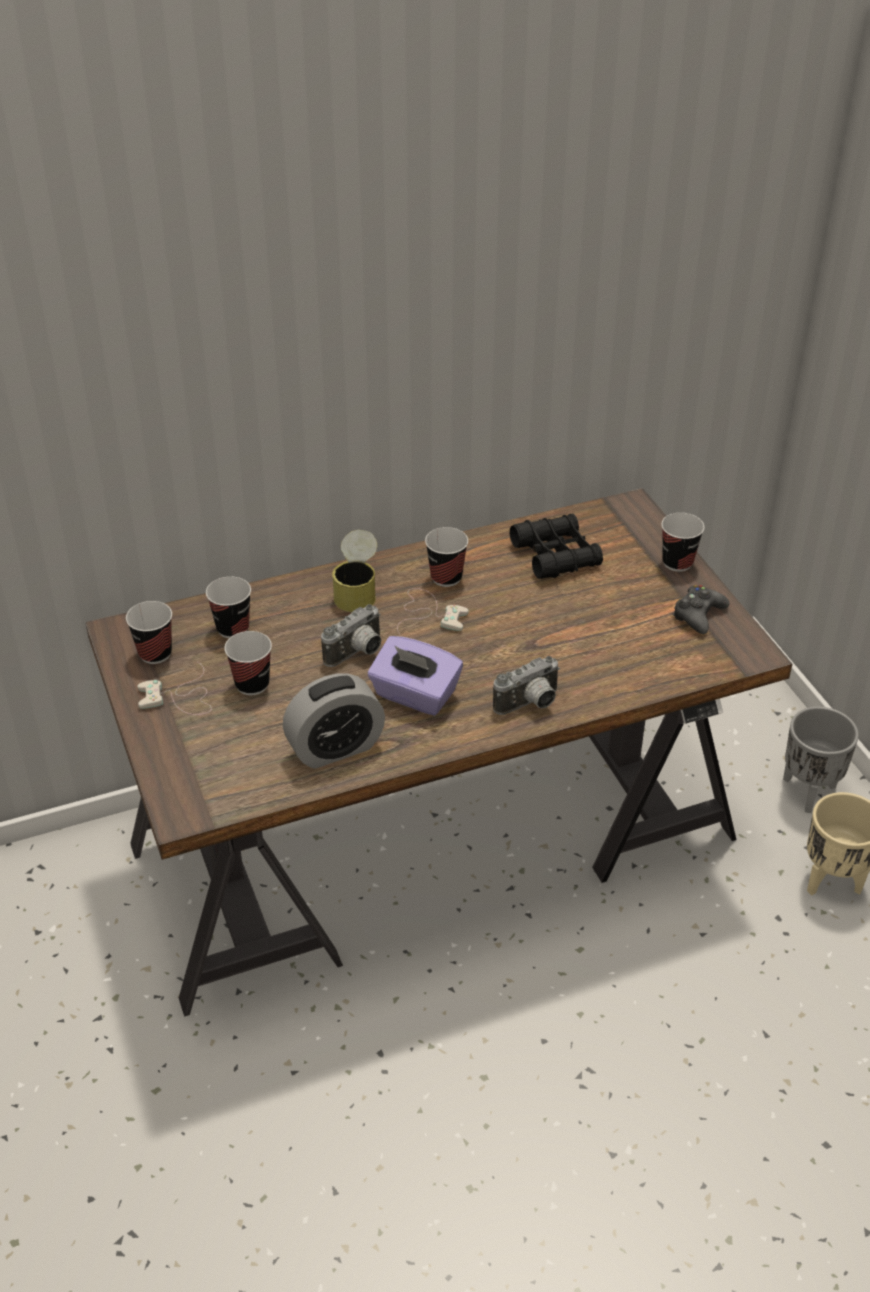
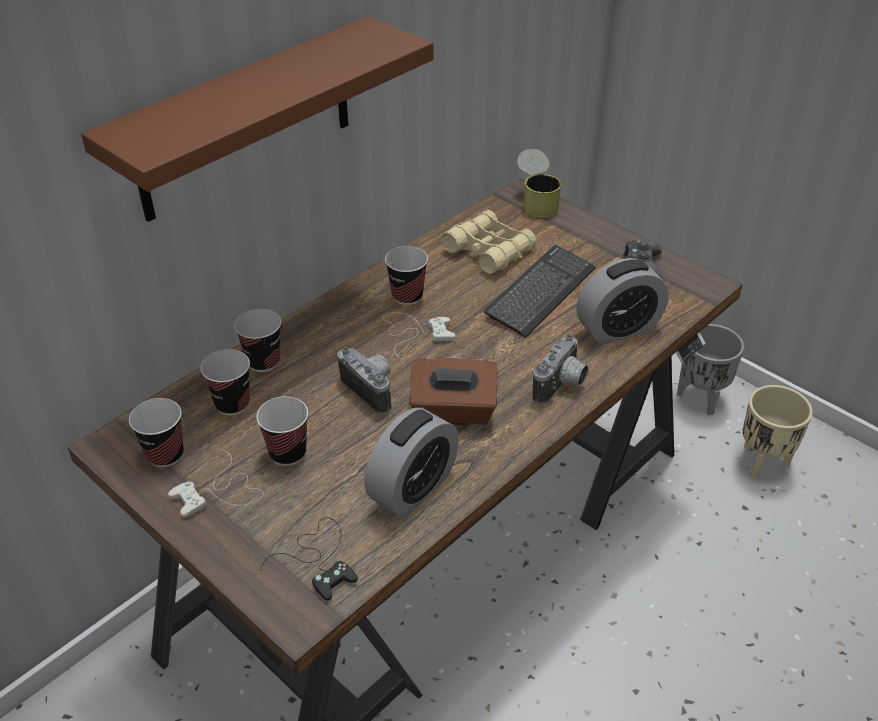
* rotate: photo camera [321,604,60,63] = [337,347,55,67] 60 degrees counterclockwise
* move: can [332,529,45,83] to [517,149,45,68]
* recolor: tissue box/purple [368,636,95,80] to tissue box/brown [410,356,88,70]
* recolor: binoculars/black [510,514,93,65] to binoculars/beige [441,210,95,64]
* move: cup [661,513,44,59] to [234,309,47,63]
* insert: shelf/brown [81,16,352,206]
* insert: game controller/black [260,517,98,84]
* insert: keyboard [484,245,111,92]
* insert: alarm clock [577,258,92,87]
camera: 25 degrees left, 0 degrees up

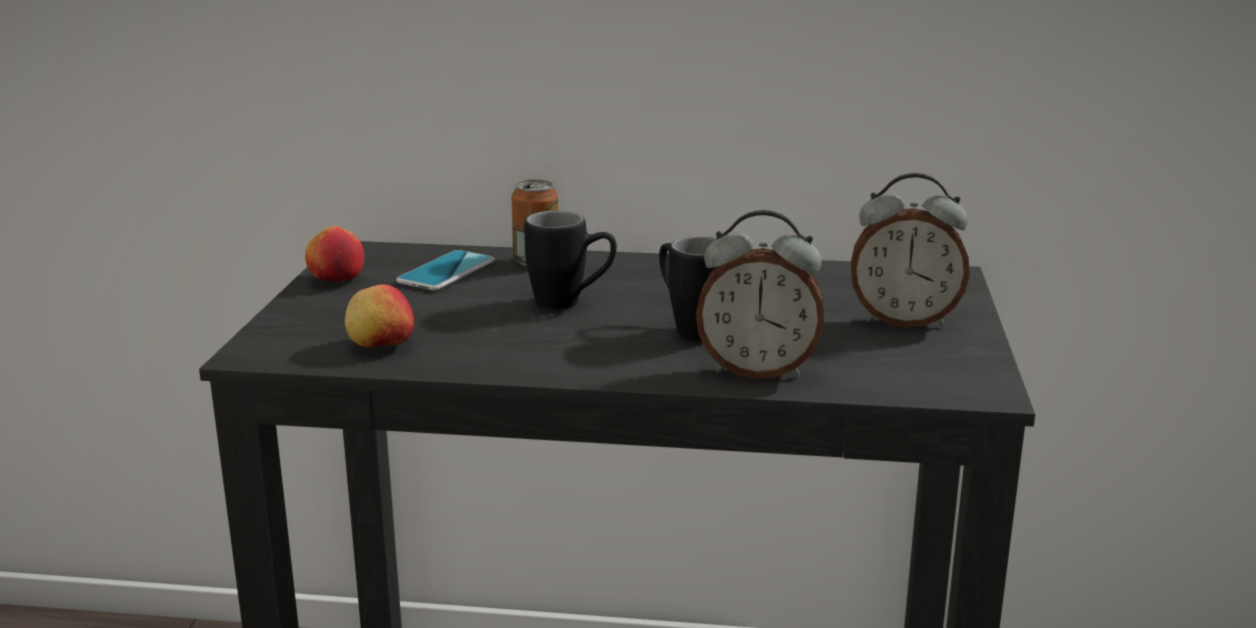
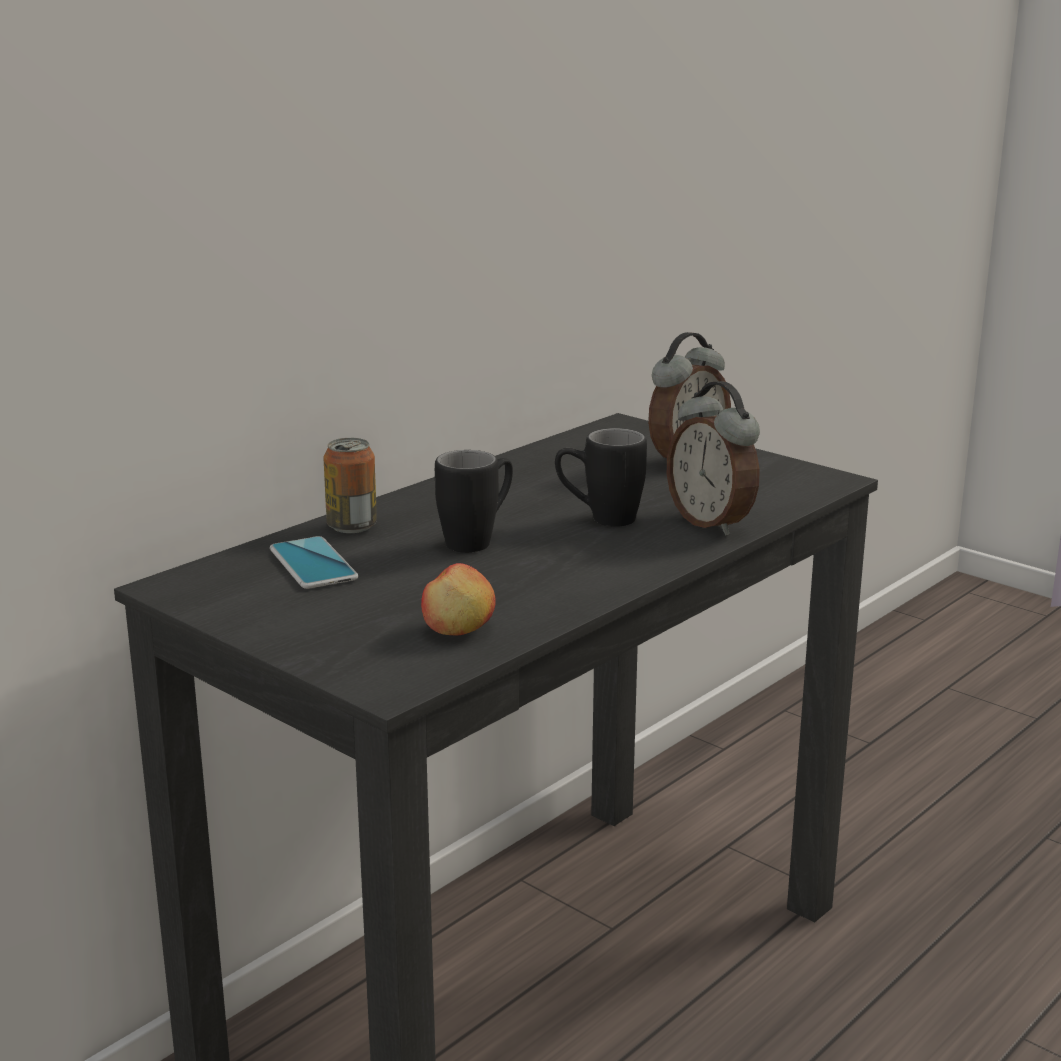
* delete: apple [305,226,59,56]
* rotate: alarm clock [696,210,128,169] = [667,381,93,155] 105 degrees clockwise
camera: 55 degrees left, 0 degrees up

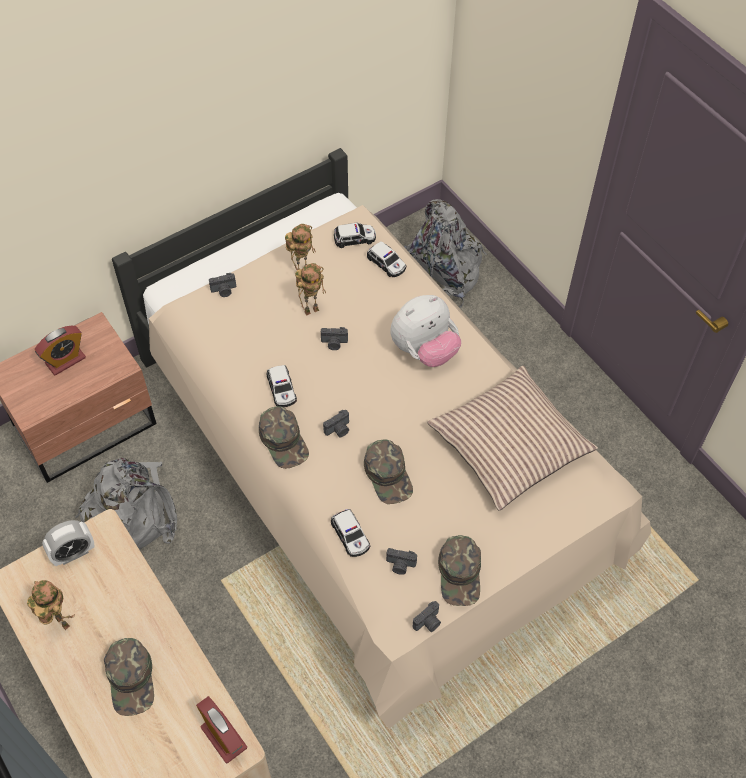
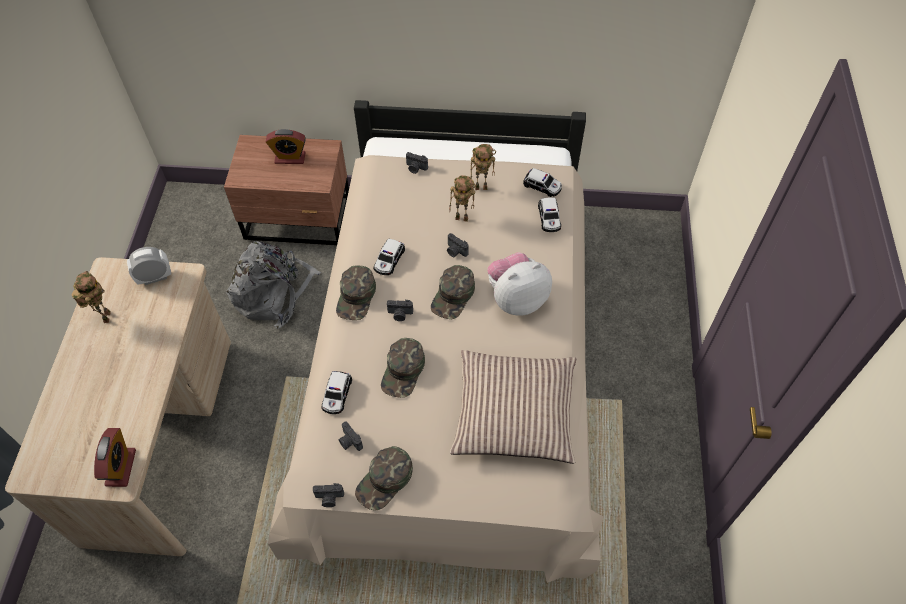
* rotate: alarm clock [42,520,52,46] = [127,247,44,38] 150 degrees clockwise
* move: cap/green [104,638,50,78] to [431,265,44,54]
* rotate: plush toy [391,295,70,72] = [487,252,65,64] 150 degrees clockwise
* delete: backpack/grey [404,199,83,109]
camera: 40 degrees right, 0 degrees up

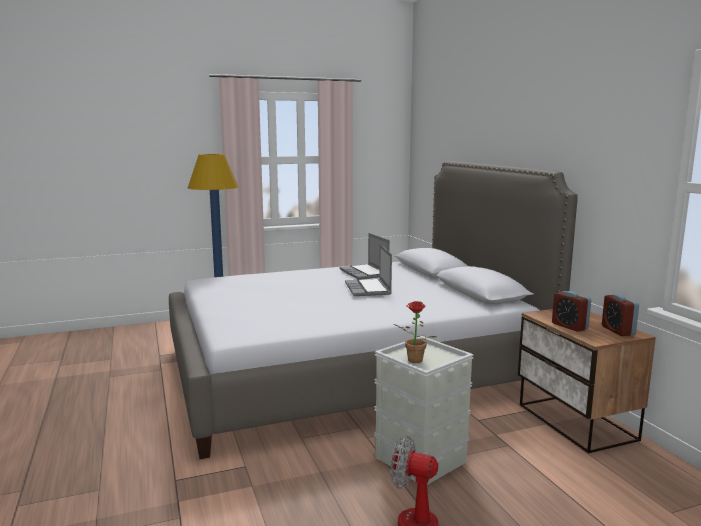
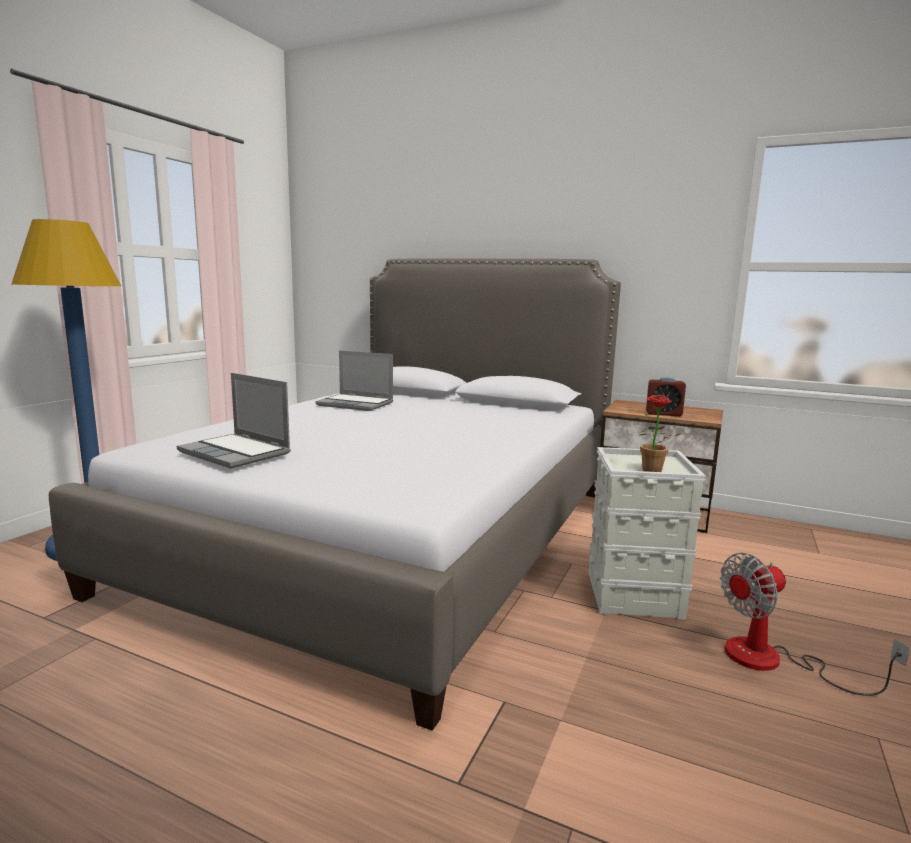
* move: laptop [345,244,47,52] to [177,373,114,96]
* delete: alarm clock [602,294,37,42]
camera: 45 degrees left, 0 degrees up

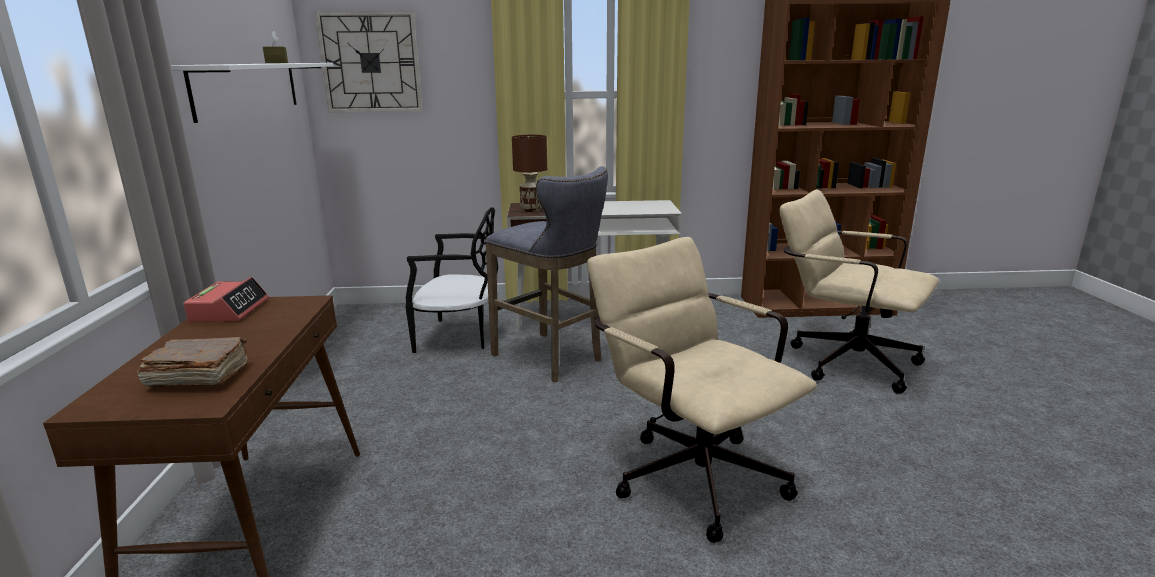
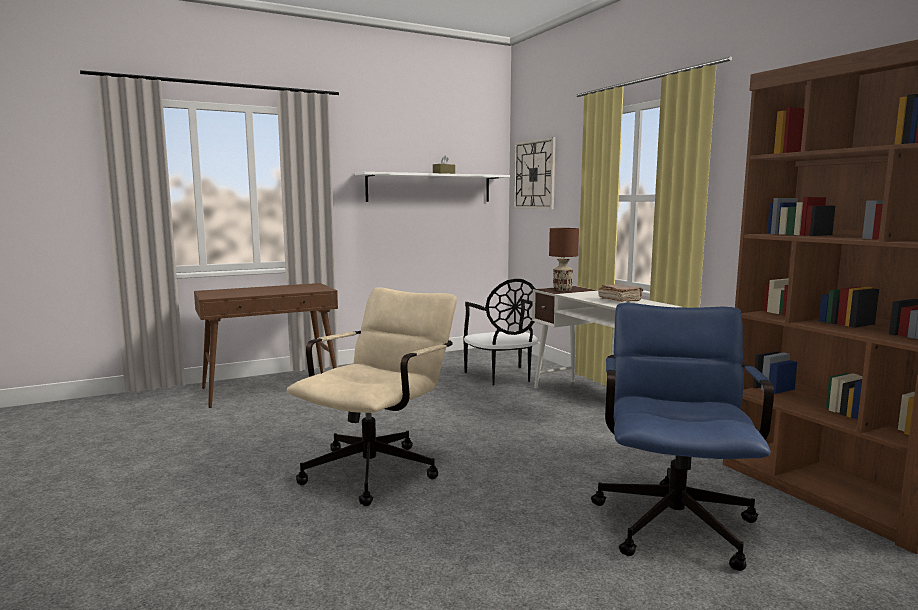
* move: book/brown [137,337,110,52] to [598,284,45,18]
* delete: alarm clock [183,277,86,45]
* delete: stool/grey [485,166,123,217]
* recolor: office chair/beige [779,189,160,205] to office chair/blue [591,303,183,268]
camera: 65 degrees right, 10 degrees down

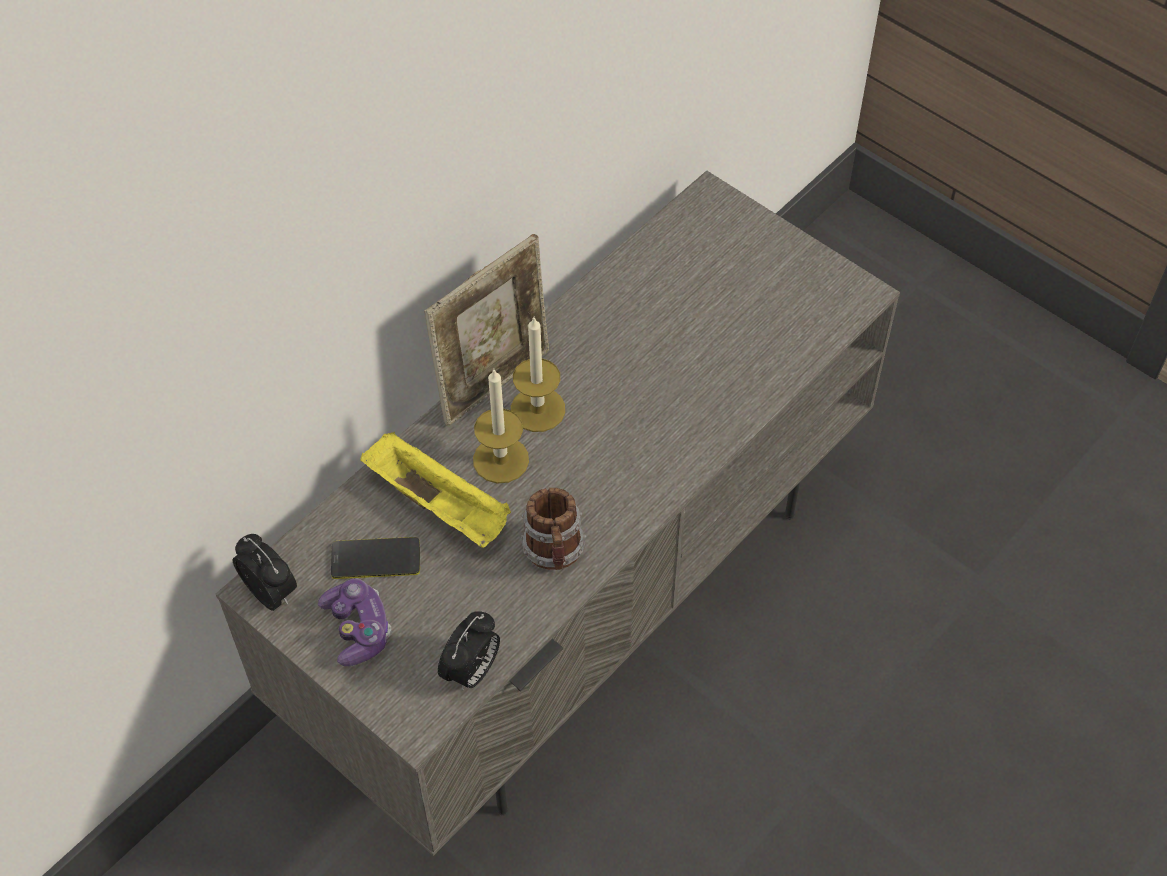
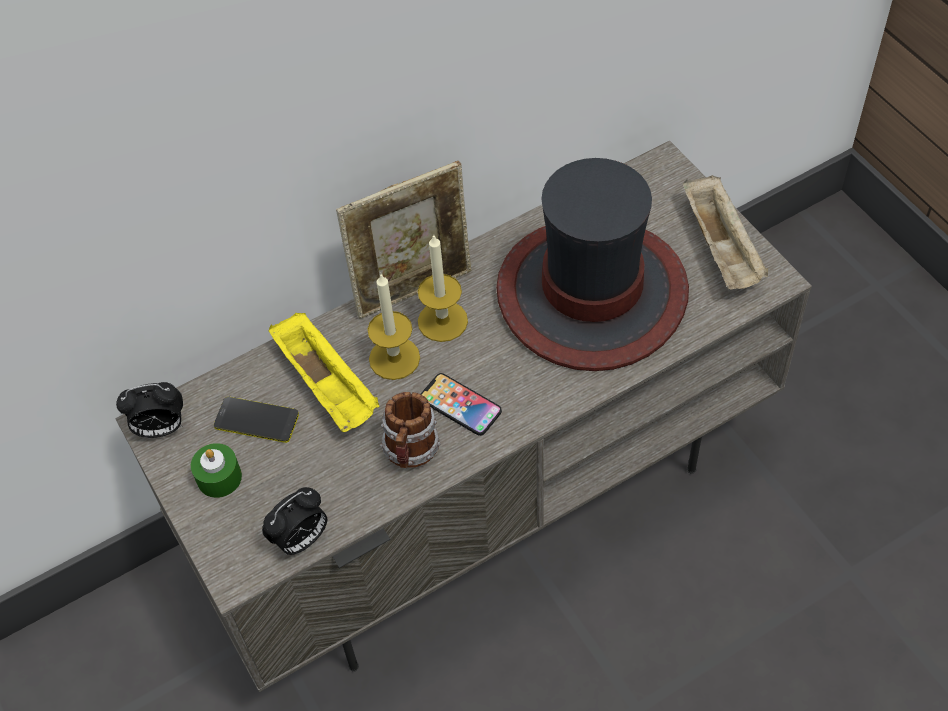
* rotate: alarm clock [233,534,64,77] = [116,382,67,56] 105 degrees clockwise
* replace: game controller [318,579,74,87] to candle/green [191,443,51,55]
* insert: phone [421,373,81,63]
* insert: hat [496,158,193,213]
* insert: tray/beige [683,175,86,115]
camera: 20 degrees right, 0 degrees up

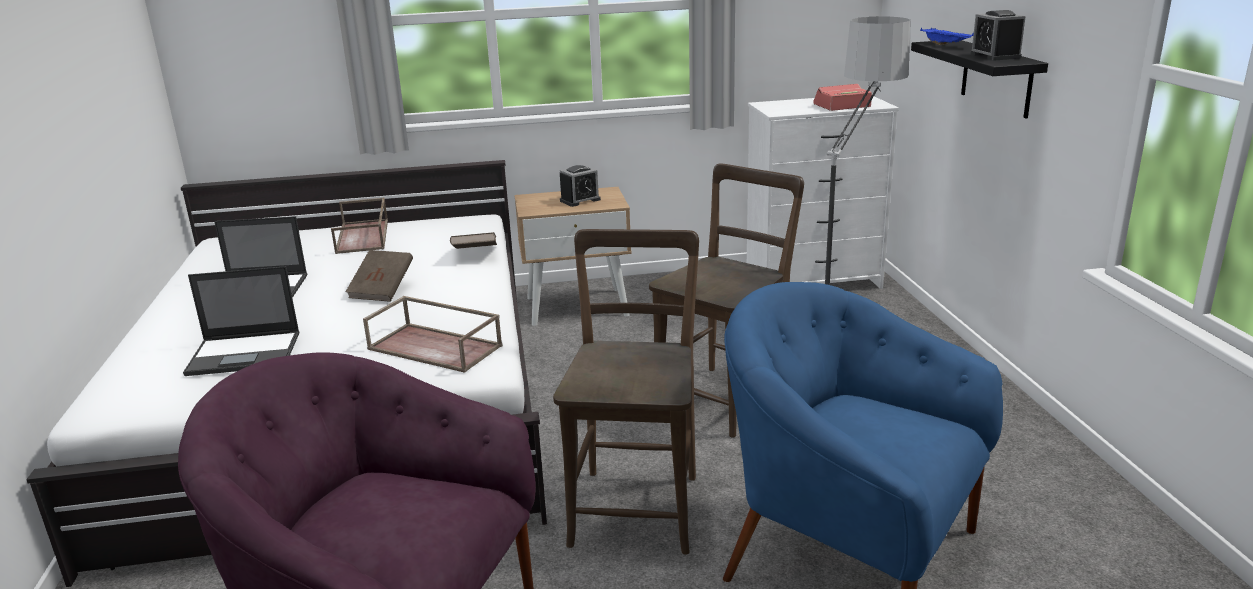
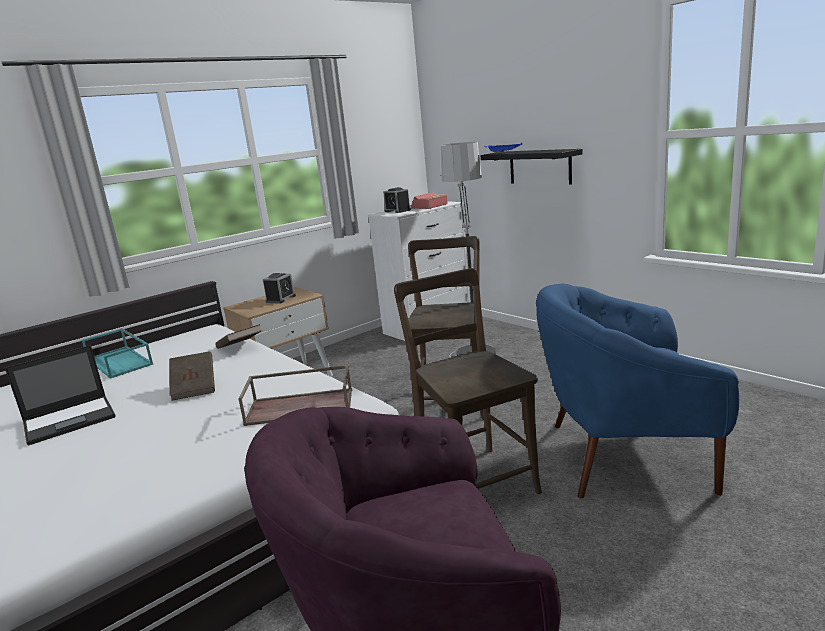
* delete: laptop [183,266,116,110]
* recolor: tray/brown [331,197,57,57] to tray/turquoise [82,328,71,51]
* move: alarm clock [970,10,56,50] to [383,187,28,26]
camera: 30 degrees left, 5 degrees down

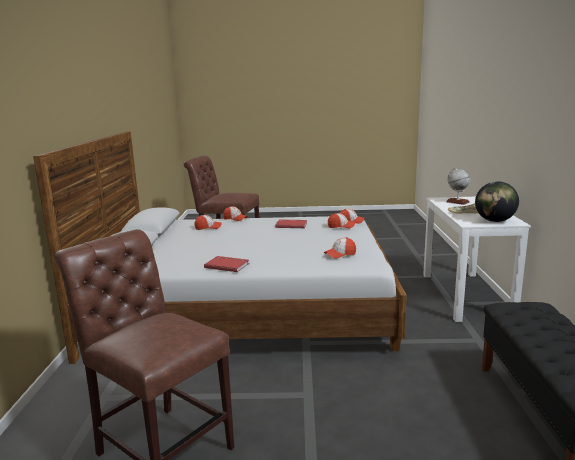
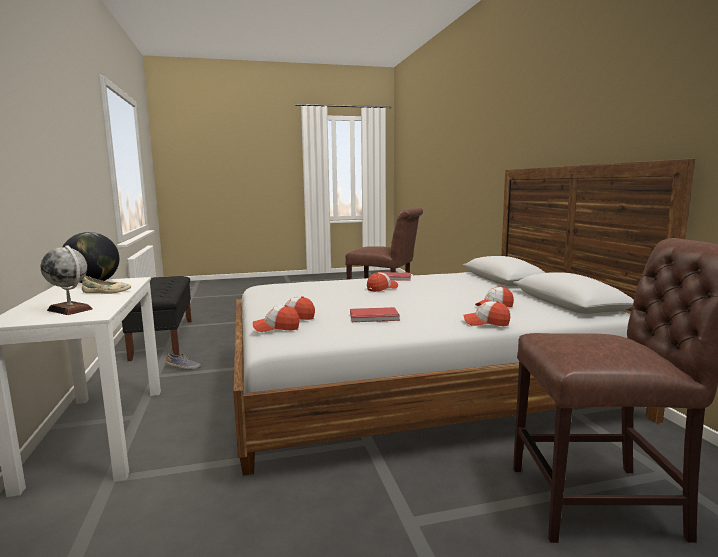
* move: cap [324,237,32,22] to [367,272,31,20]
* insert: shoe [165,353,36,16]
camera: 165 degrees right, 5 degrees down

